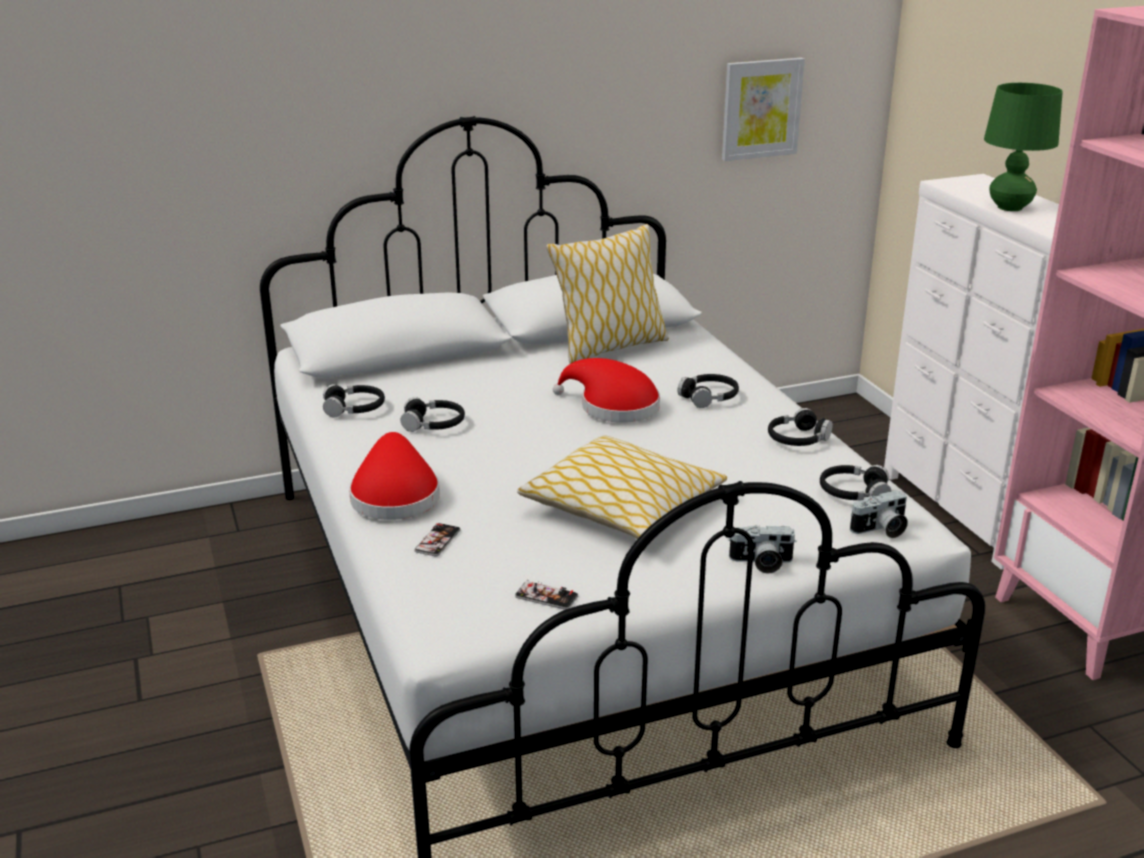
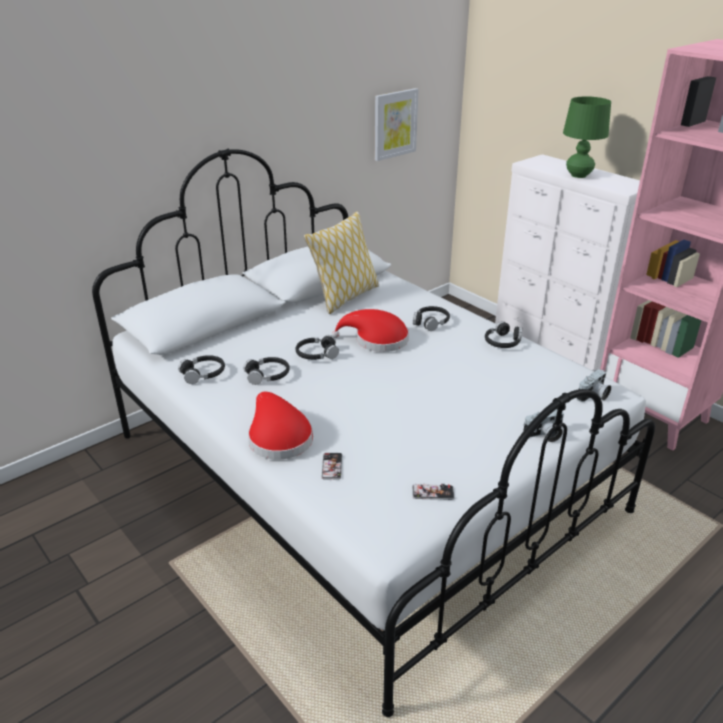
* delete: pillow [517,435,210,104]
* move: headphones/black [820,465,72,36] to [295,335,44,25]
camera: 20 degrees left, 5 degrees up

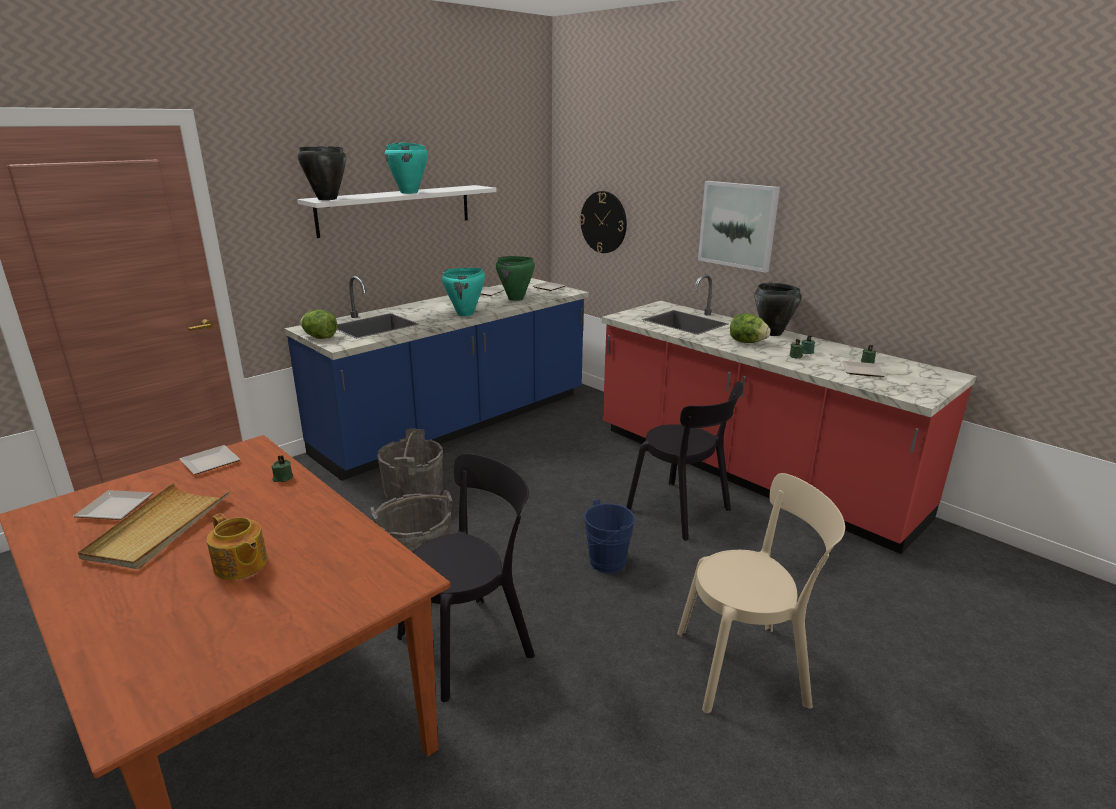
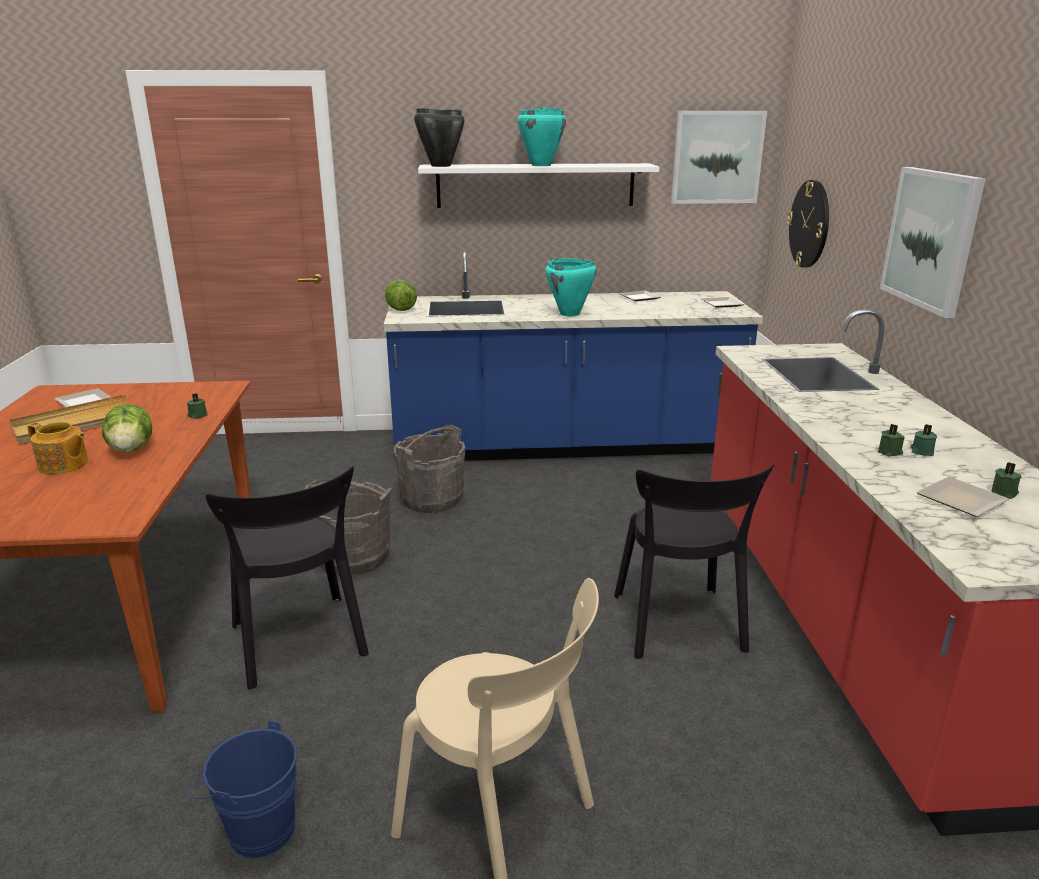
* delete: plate [180,445,60,30]
* rotate: teapot [207,513,61,67] = [27,422,61,52] 60 degrees counterclockwise
* rotate: chair/black [397,453,138,249] = [206,466,163,224] 60 degrees clockwise
* delete: cooking pot/green [496,256,39,45]
* move: bucket/blue [575,499,60,74] to [190,720,107,139]
* move: lettuce [730,314,41,29] to [102,404,50,48]
* delete: cooking pot/black [754,283,48,53]
* insert: picture [671,111,96,93]
camera: 40 degrees right, 0 degrees up

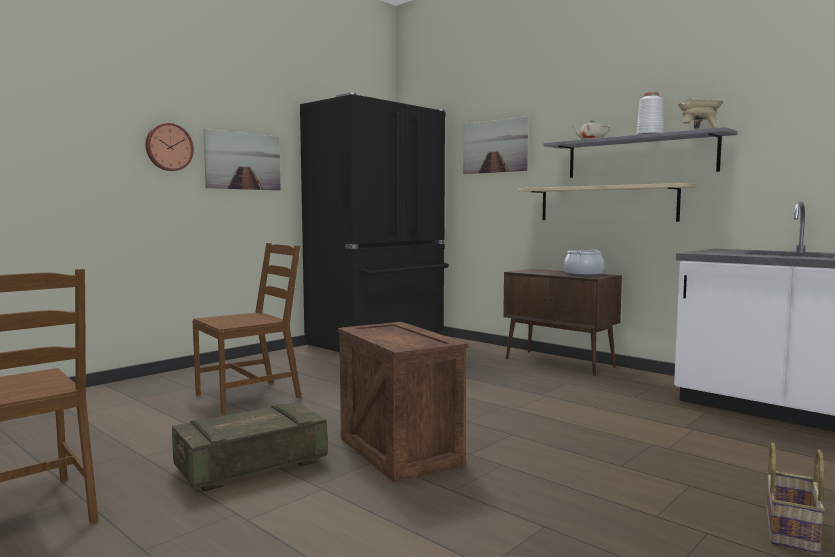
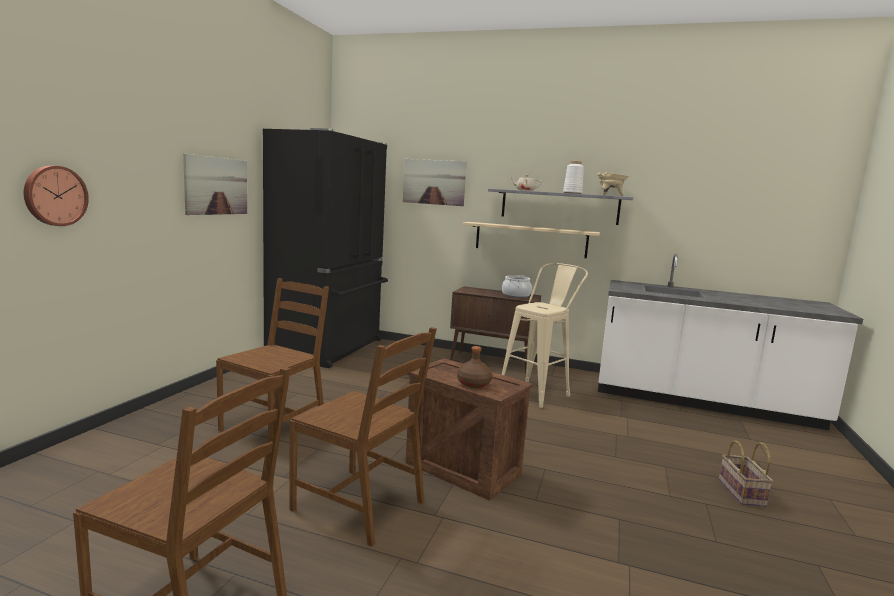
* move: wall clock [145,123,49,48] to [24,165,65,61]
* replace: crate [172,402,155,89] to chair/brown [289,327,148,220]
* insert: bottle/brown [457,346,35,42]
* insert: stool/beige [502,263,86,145]
camera: 25 degrees left, 5 degrees up

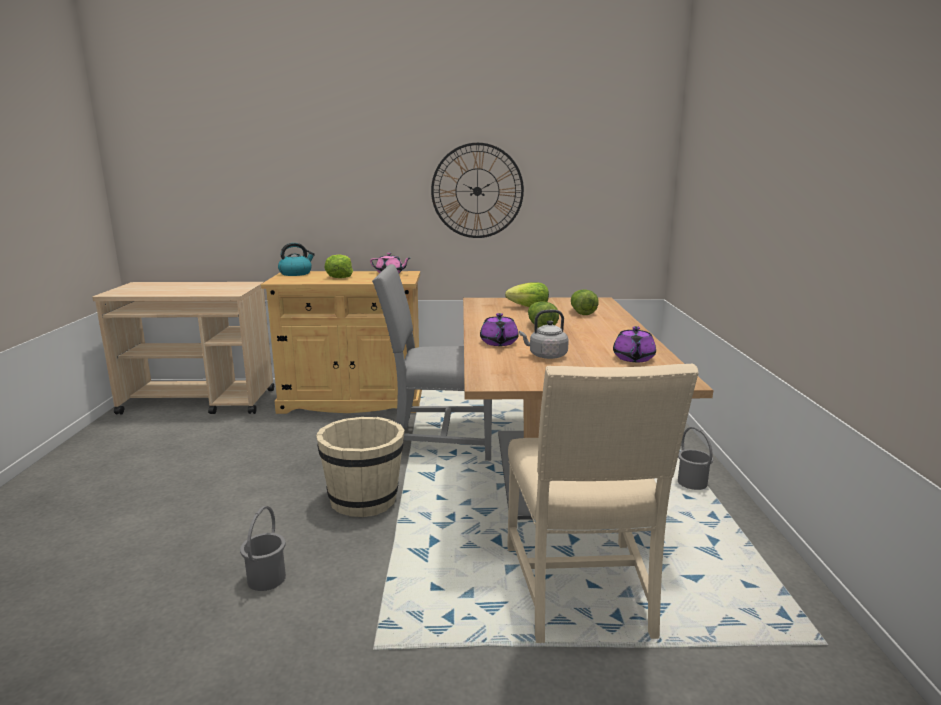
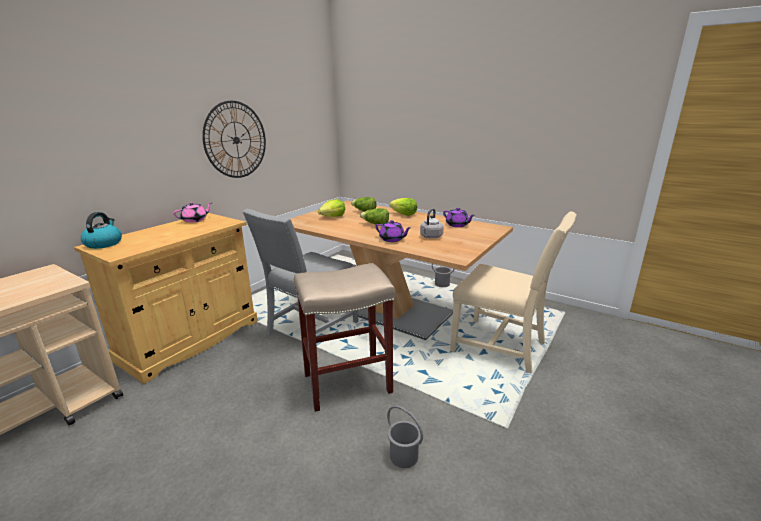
* replace: bucket/beige [316,417,89,100] to stool/beige [294,263,101,149]
* move: lettuce [324,254,29,24] to [389,198,28,18]
camera: 55 degrees left, 5 degrees up

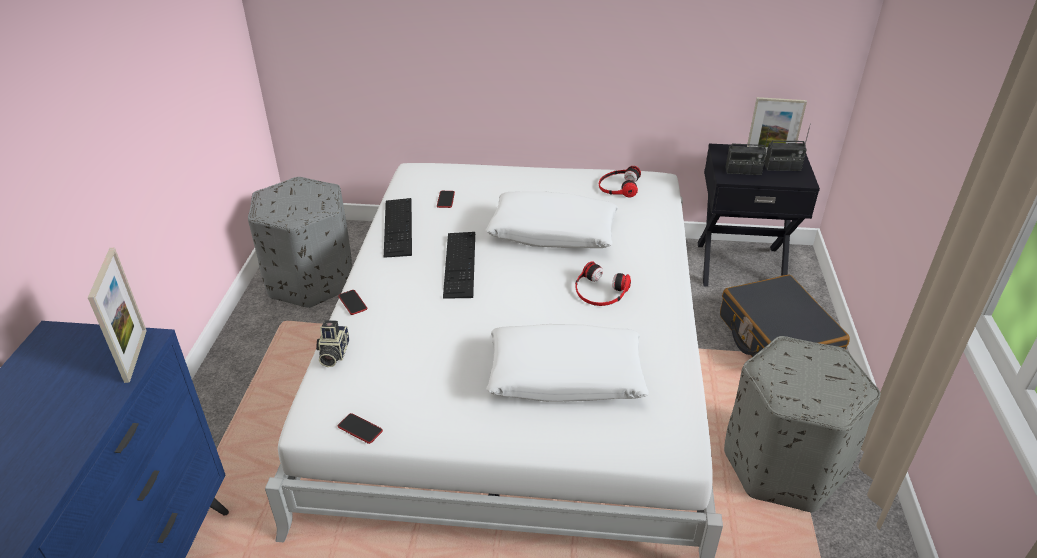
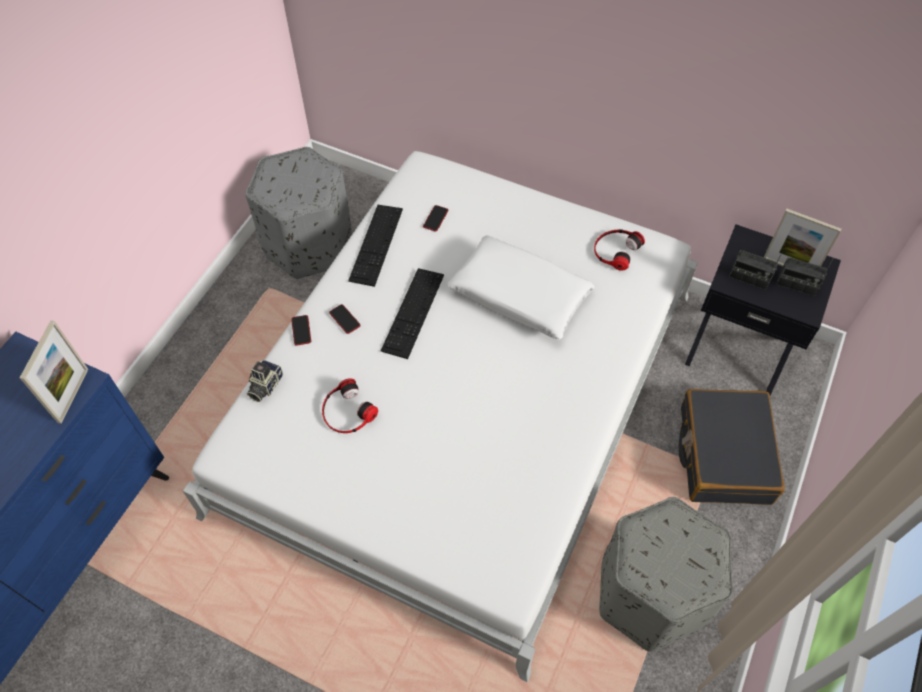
* move: phone [338,413,45,31] to [329,304,32,30]
* delete: pillow/white [486,324,163,78]
* move: headphones [575,261,56,45] to [322,378,56,55]
camera: 20 degrees right, 20 degrees up

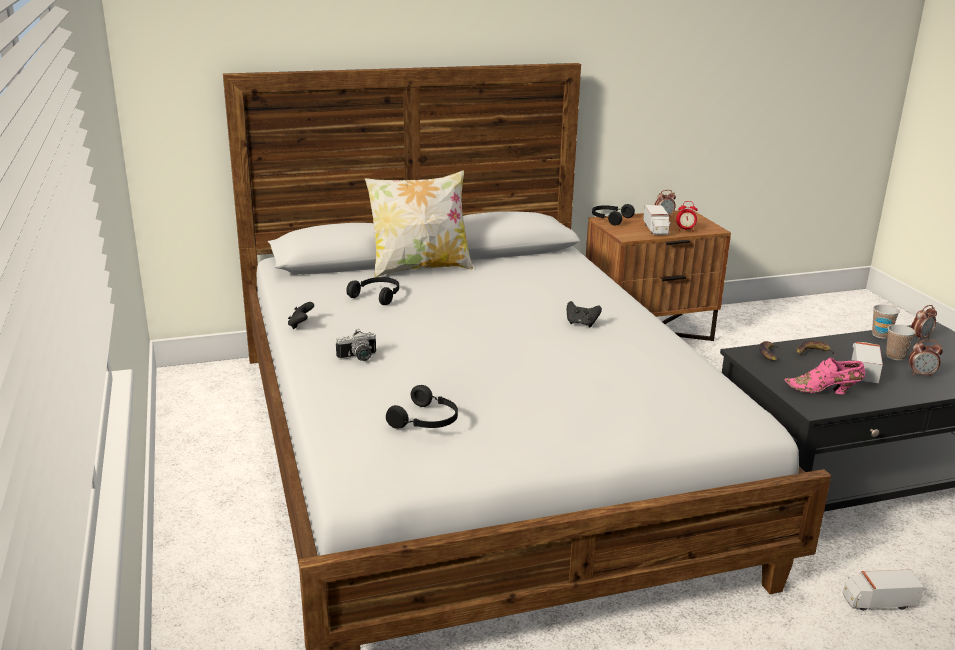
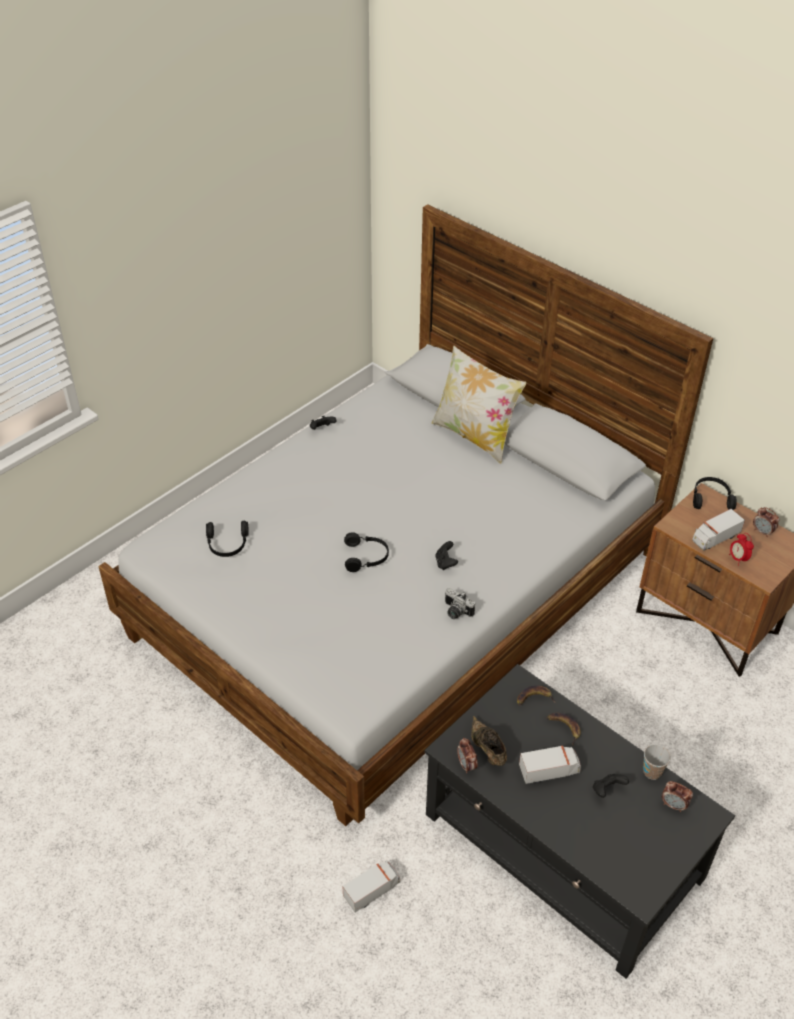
* move: photo camera [336,329,40,32] to [445,588,30,31]
* move: headphones/black [346,277,53,28] to [344,532,45,40]
* recolor: shoe/pink [784,358,81,36] to shoe/brown [471,716,36,50]
* rotate: toy truck [842,569,82,42] = [342,861,58,52] 90 degrees clockwise
* replace: cup [886,324,30,36] to game controller/black [593,774,36,24]
* move: alarm clock [909,339,34,38] to [457,738,21,35]
camera: 60 degrees right, 20 degrees up

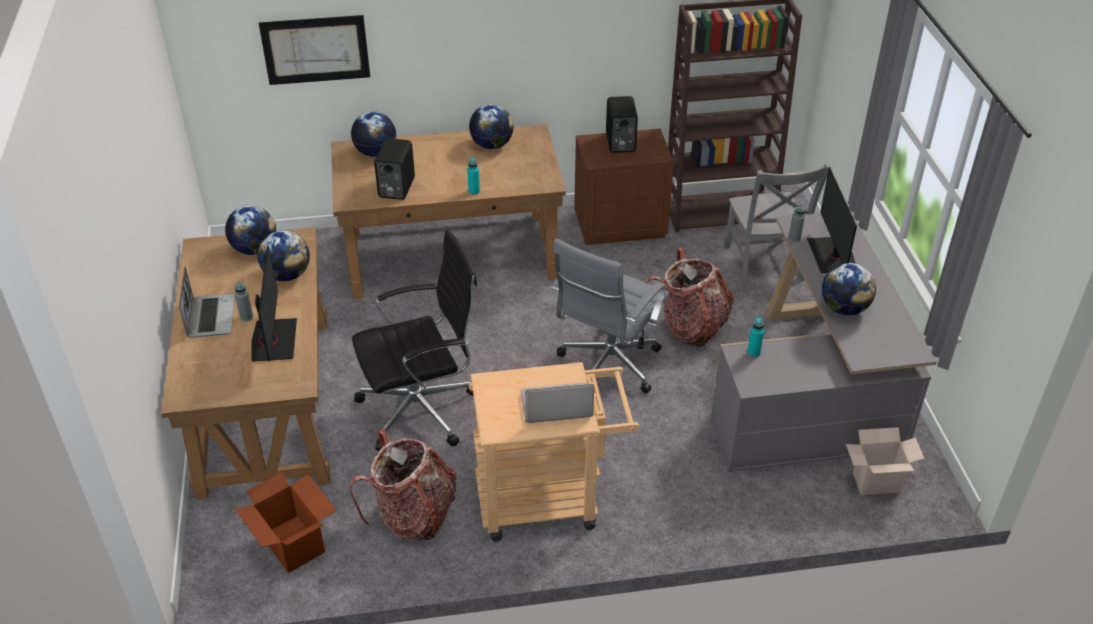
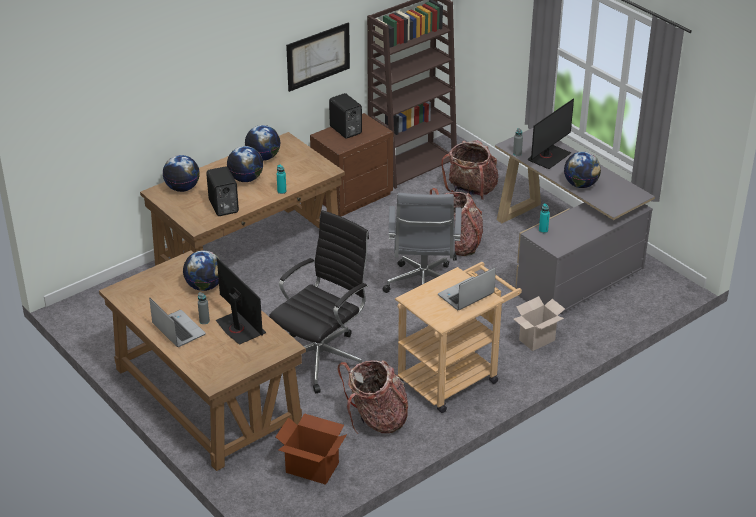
* move: globe [225,205,51,50] to [227,146,36,36]
* move: picture [259,15,111,70] to [286,22,64,70]
* replace: chair/grey [724,163,107,125] to backpack [441,140,57,59]
* rotate: monitor [807,168,50,105] = [527,98,47,71] 105 degrees counterclockwise
* move: cardboard box [846,427,79,68] to [514,296,51,55]
camera: 30 degrees left, 5 degrees down

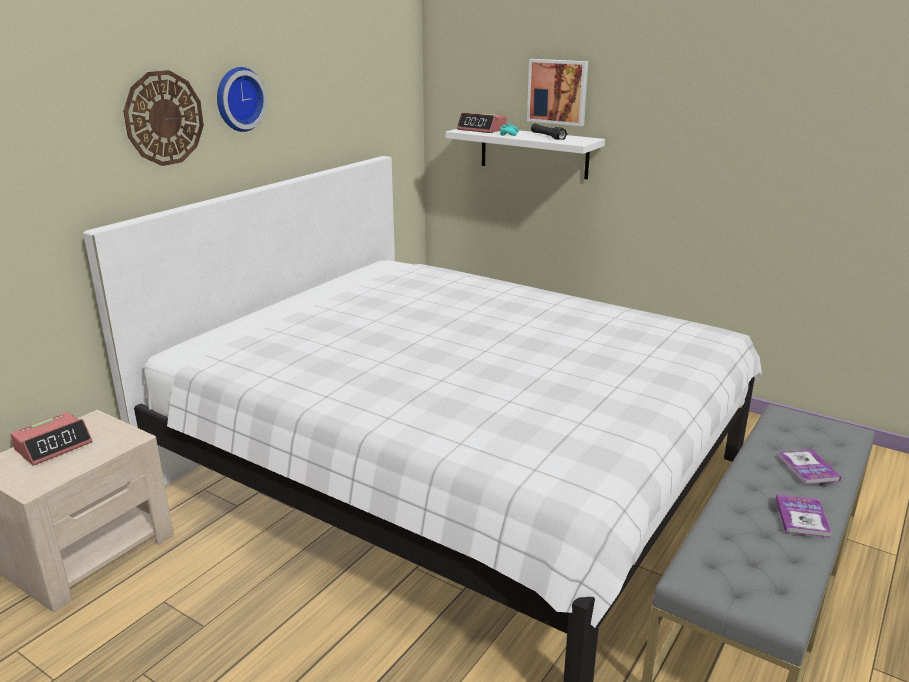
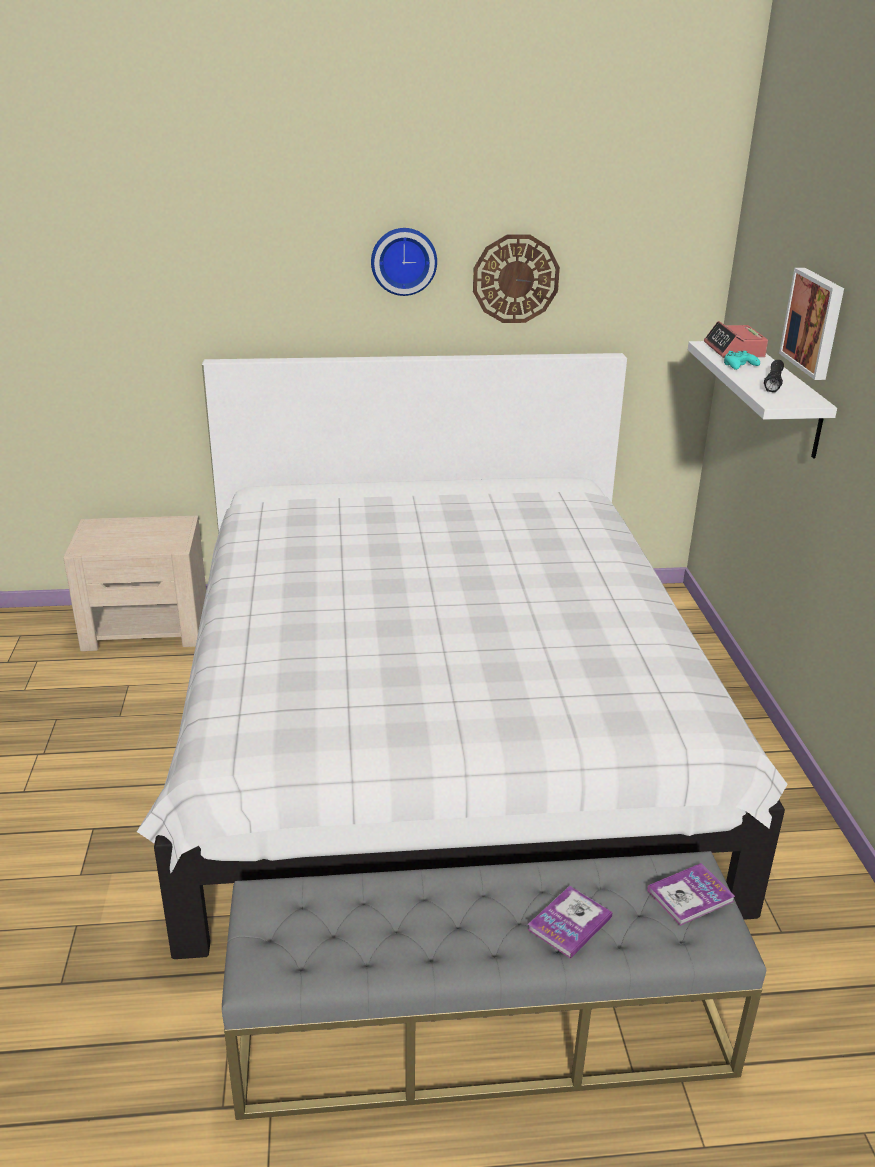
* delete: alarm clock [10,412,83,54]
* move: wall clock [123,70,81,96] to [473,235,87,88]
* move: book [776,494,56,44] to [647,863,88,63]
camera: 50 degrees right, 5 degrees up

